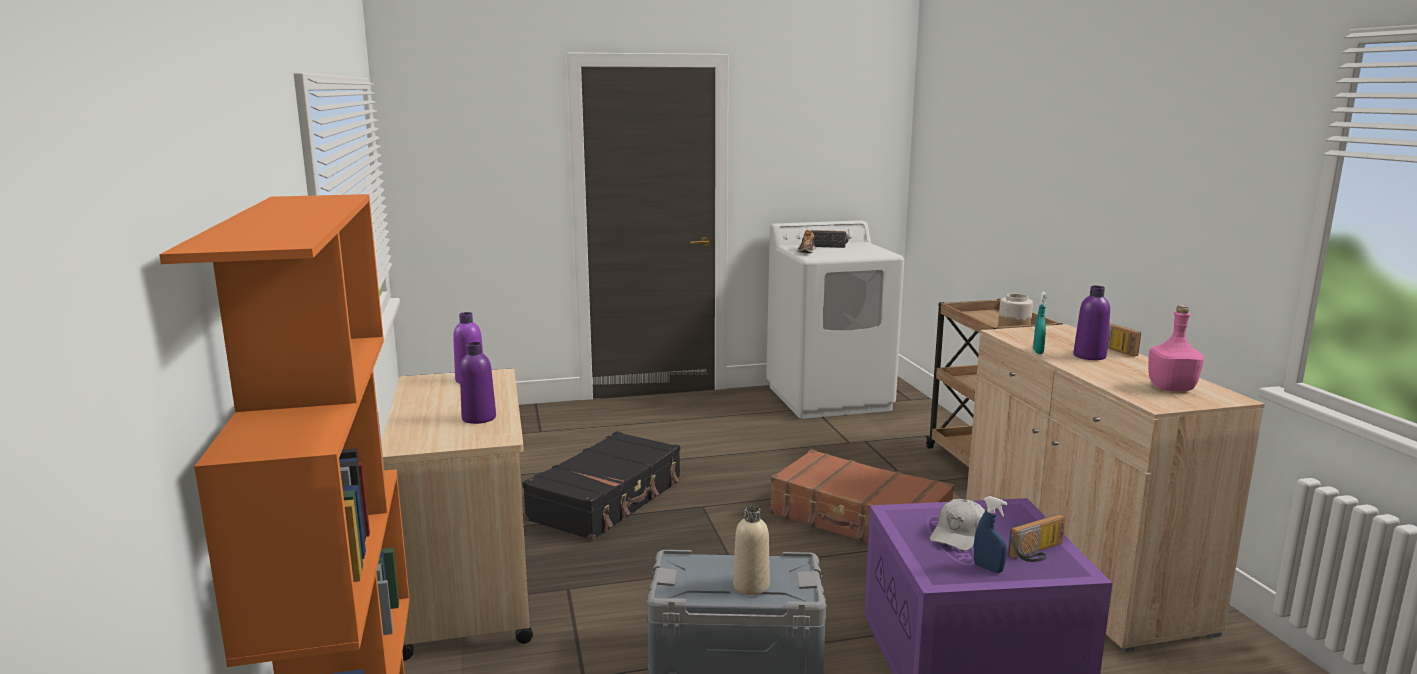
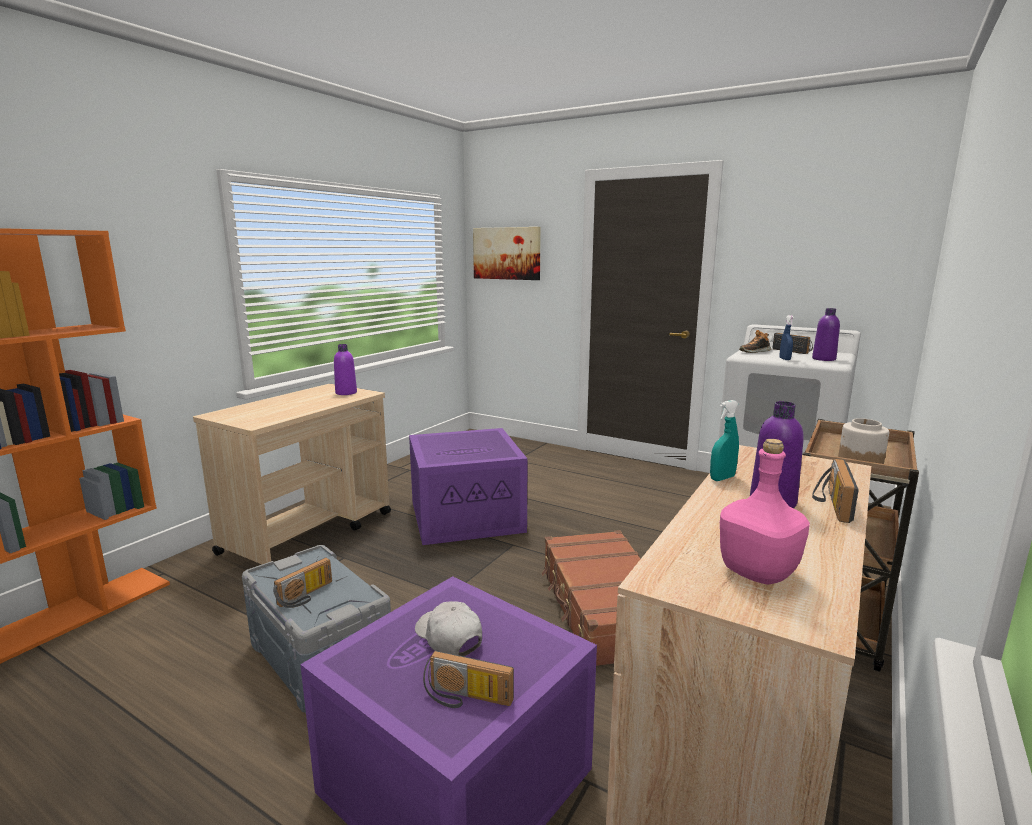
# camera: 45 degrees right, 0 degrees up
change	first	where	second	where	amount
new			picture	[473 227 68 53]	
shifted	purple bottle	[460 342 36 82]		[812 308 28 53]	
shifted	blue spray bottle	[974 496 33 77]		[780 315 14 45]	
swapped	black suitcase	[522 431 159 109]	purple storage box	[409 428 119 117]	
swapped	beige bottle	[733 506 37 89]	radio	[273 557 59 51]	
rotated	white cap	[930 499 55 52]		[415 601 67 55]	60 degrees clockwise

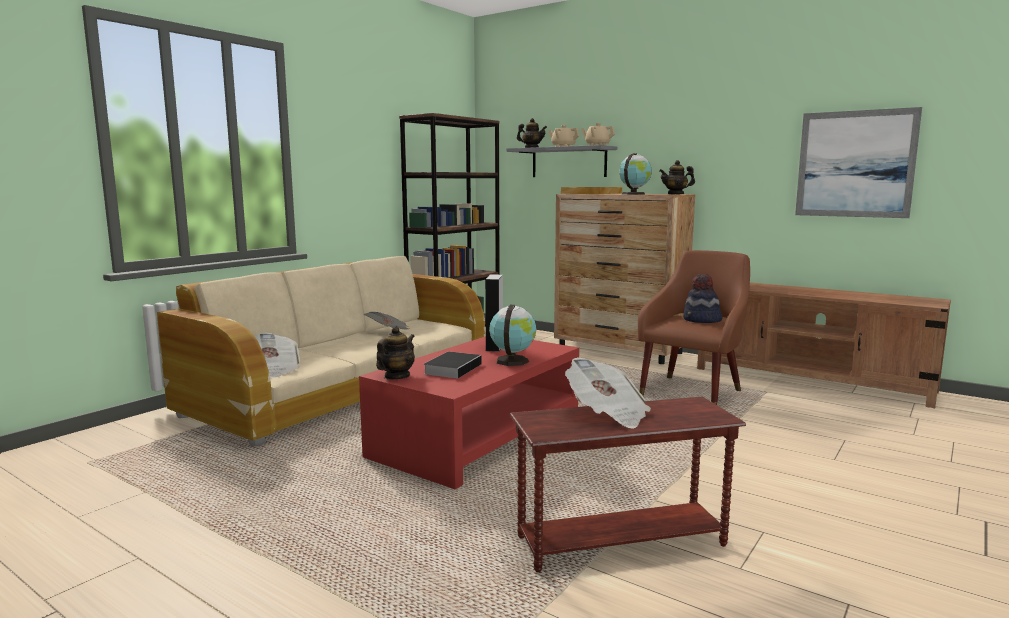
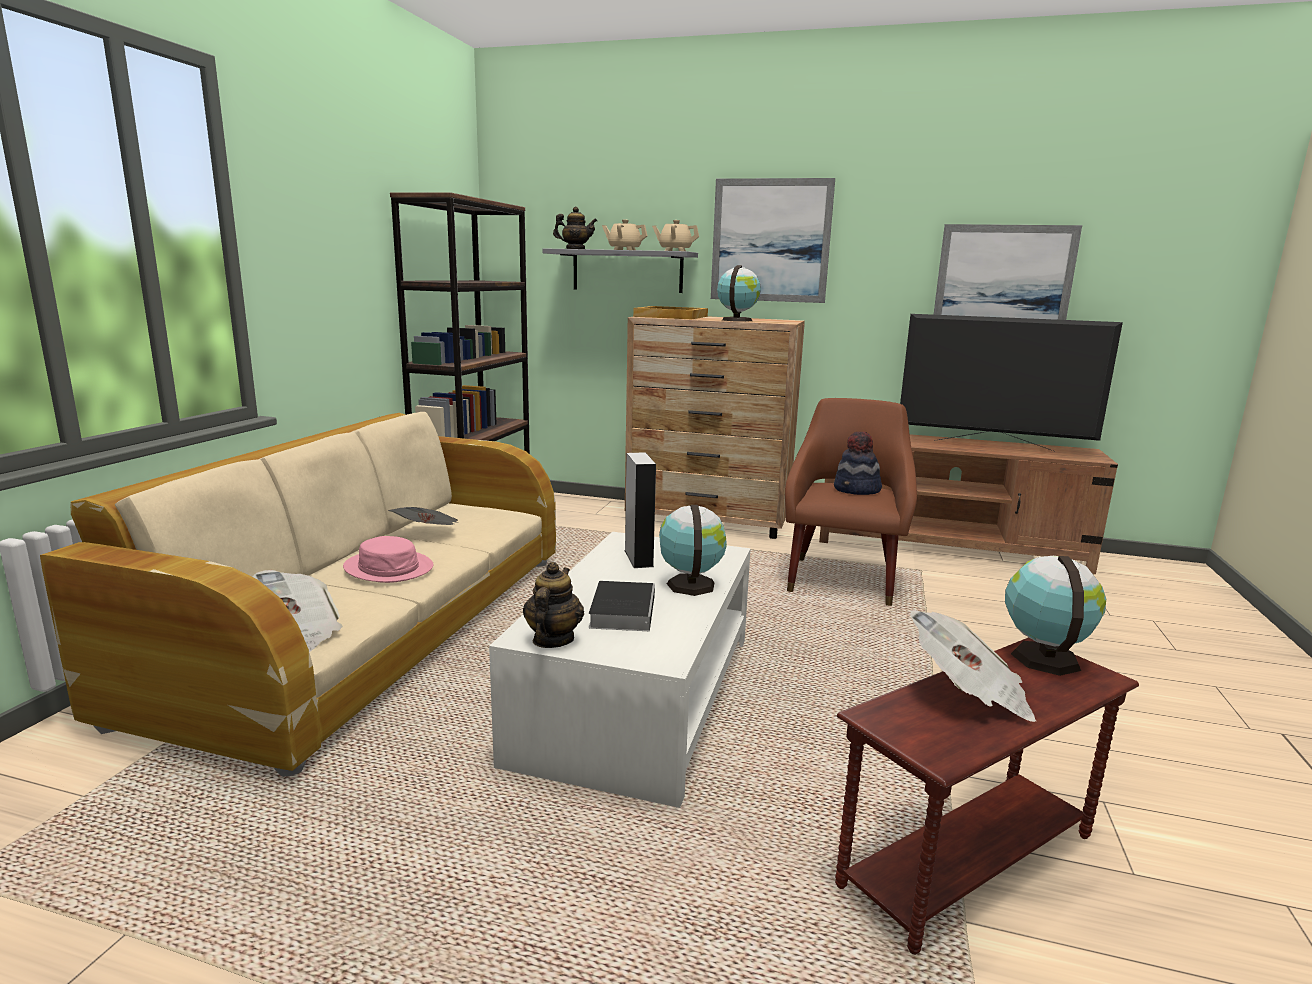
# camera: 20 degrees left, 5 degrees up
change	first	where	second	where	amount
gone	teapot	[659 160 36 34]			
new			pink hat	[343 536 91 47]	
new			picture	[711 178 124 125]	
new			television	[900 314 223 138]	
new			globe	[1005 556 101 120]	
repainted	red coffee table	[359 336 220 153]	white coffee table	[489 532 262 276]	

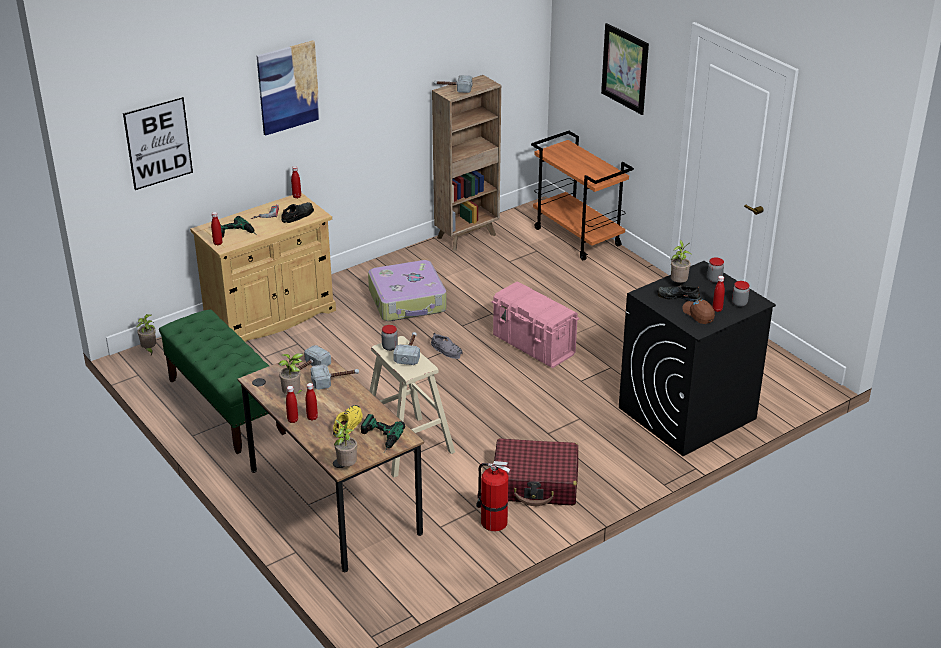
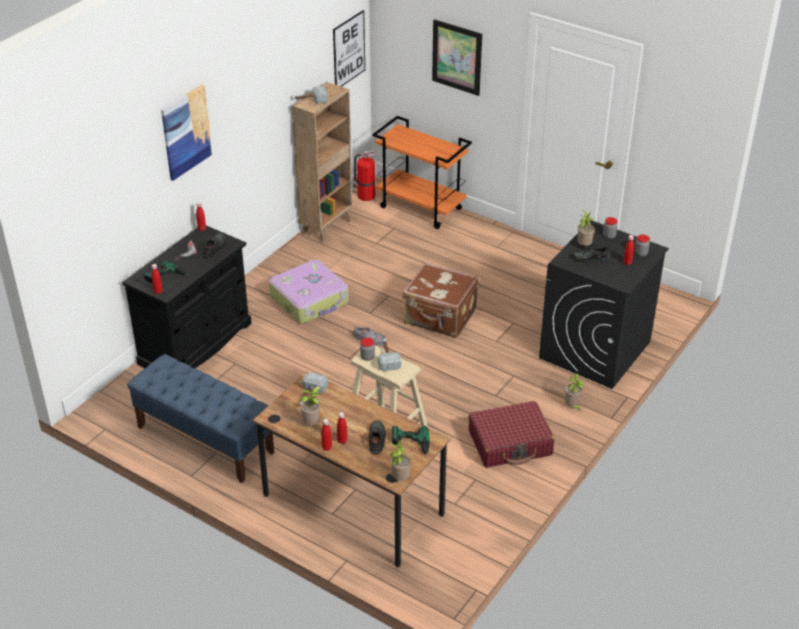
# camera: 20 degrees left, 5 degrees up
change	first	where	second	where	amount
gone	hammer	[311 364 48 26]			
gone	brown cap	[682 299 33 25]			
shifted	picture	[123 97 70 93]		[333 10 32 77]	
shifted	potted plant	[137 314 19 42]		[565 374 19 37]	
shifted	fire extinguisher	[476 461 34 70]		[353 150 23 51]	
swapped	pink storage box	[492 281 88 87]	brown suitcase	[403 262 76 76]	
repainted	green bench	[159 309 127 145]	blue bench	[127 354 147 129]	
repainted	beige cabinet	[190 193 146 149]	black cabinet	[122 225 130 143]	
repainted	yellow shoe	[333 405 30 33]	black shoe	[369 420 17 34]	

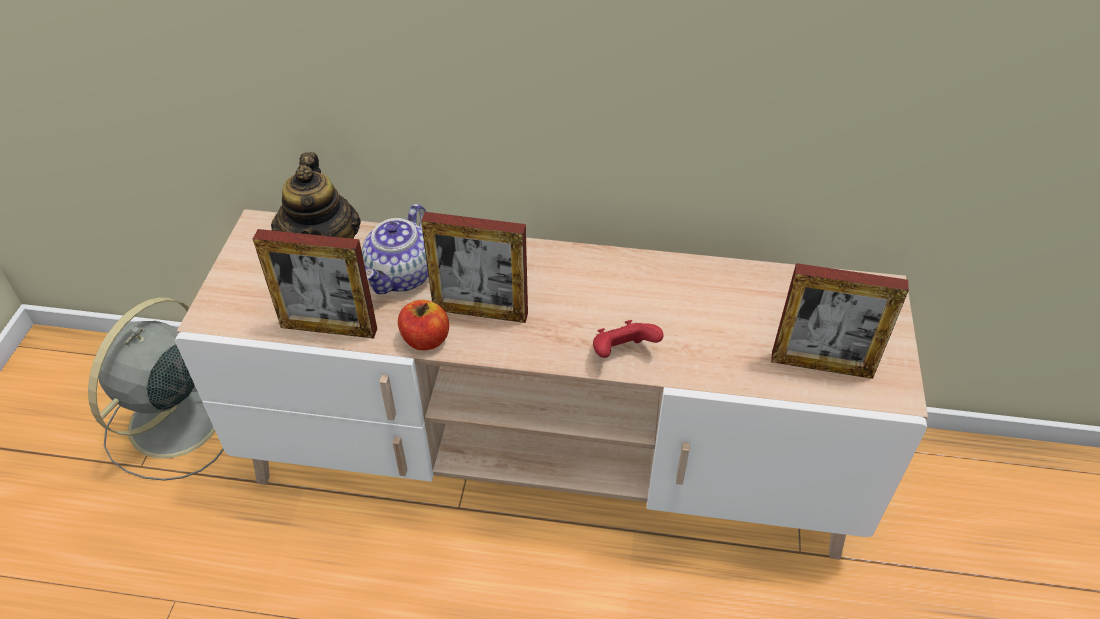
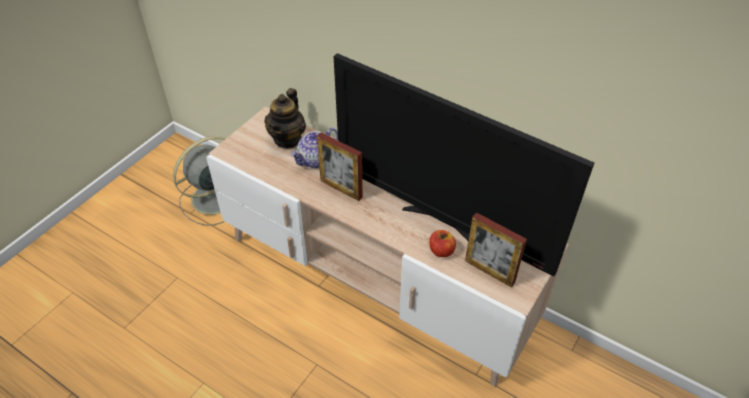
# camera: 25 degrees right, 0 degrees up
change	first	where	second	where	amount
gone	picture frame	[253 229 124 109]			
gone	red game controller	[593 320 71 38]			
new			television	[334 53 260 224]	
shifted	apple	[398 300 51 50]		[429 230 27 27]	

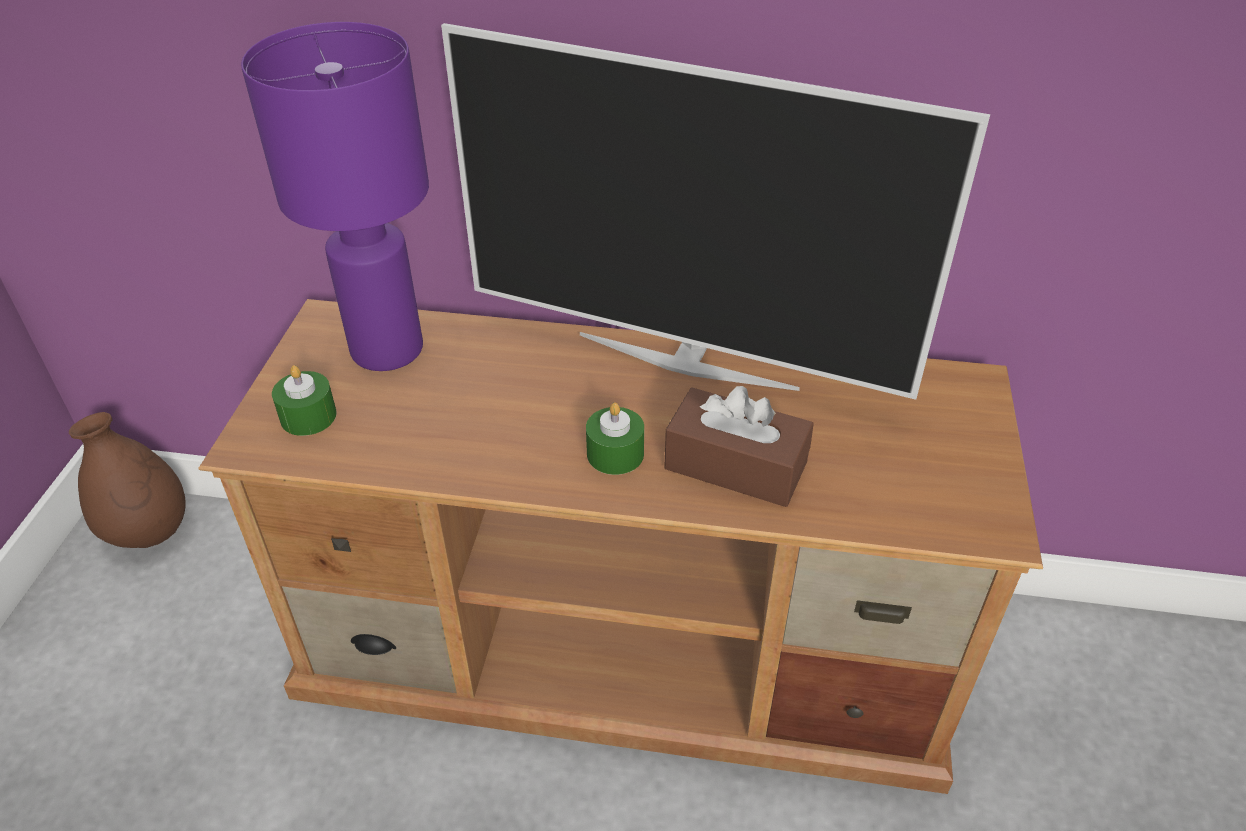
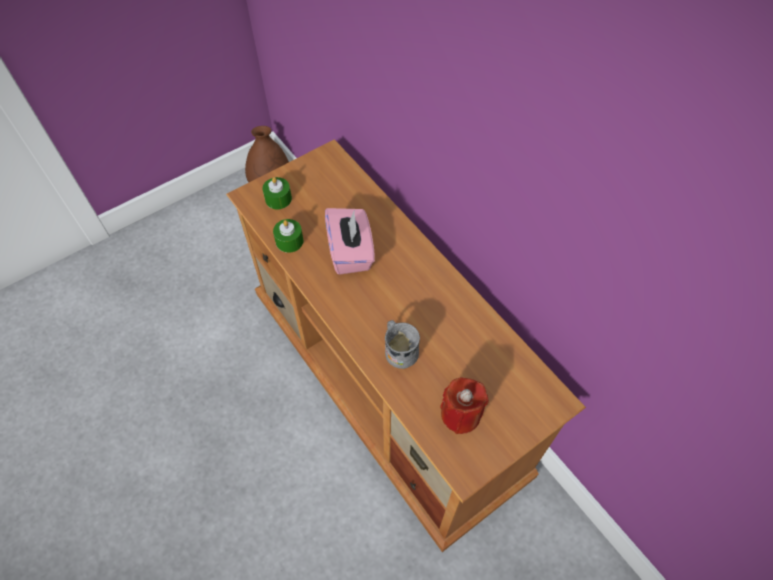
# camera: 45 degrees right, 15 degrees up
change	first	where	second	where	amount
gone	purple table lamp	[241 22 188 349]			
gone	television	[441 23 549 377]			
new			pink tissue box	[325 208 50 67]	
new			red candle	[440 377 49 57]	
shifted	green candle	[586 402 58 73]		[273 219 31 34]	
swapped	brown tissue box	[664 386 150 121]	grey mug	[385 320 35 49]	

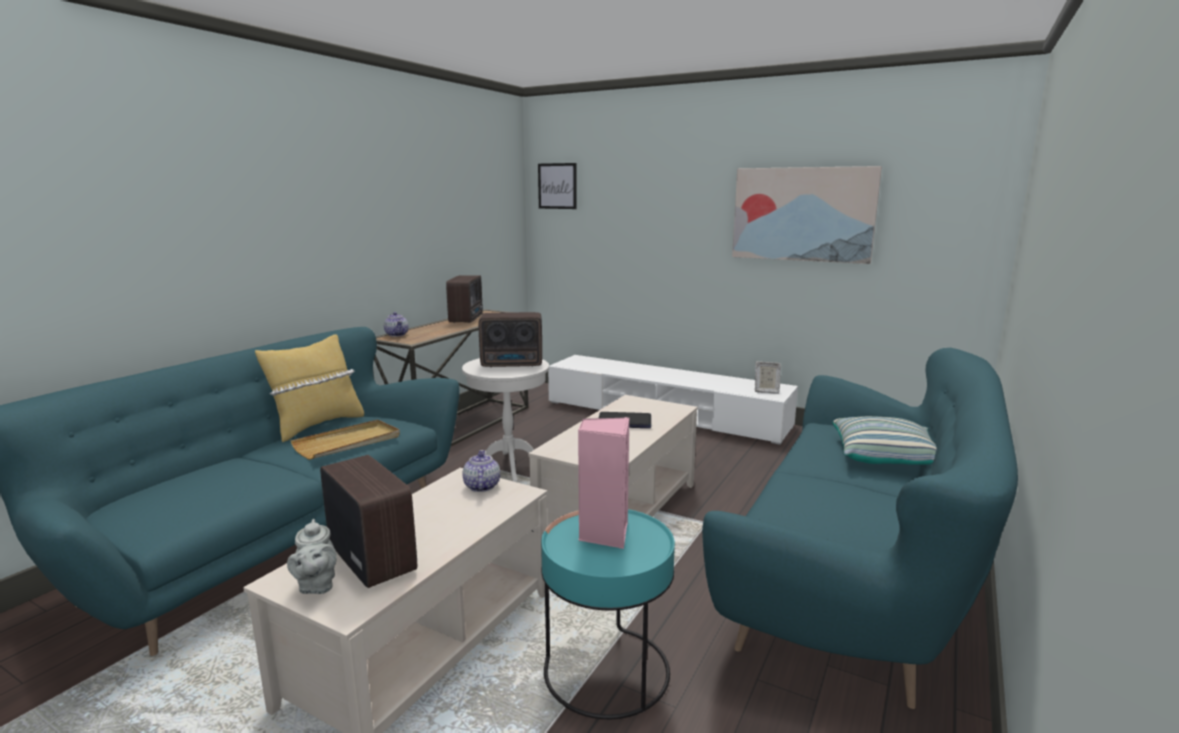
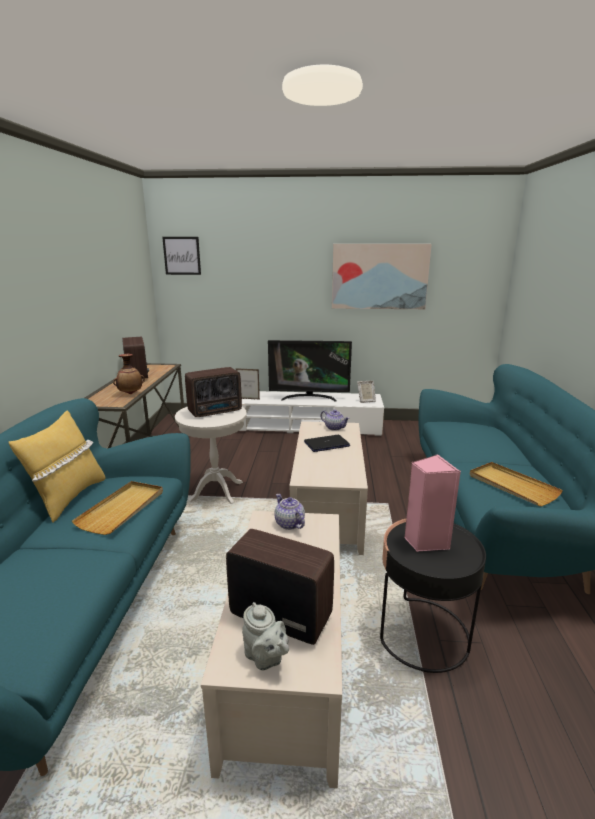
# camera: 25 degrees left, 5 degrees up
change	first	where	second	where	amount
gone	pillow	[832 416 105 49]			
new			vase	[113 354 32 40]	
new			picture frame	[236 368 24 32]	
new			television	[268 340 84 62]	
new			beige tray	[470 462 93 44]	
shifted	teapot	[384 312 25 25]		[320 410 30 21]	
repainted	turquoise side table	[541 509 134 210]	black side table	[380 519 106 154]	

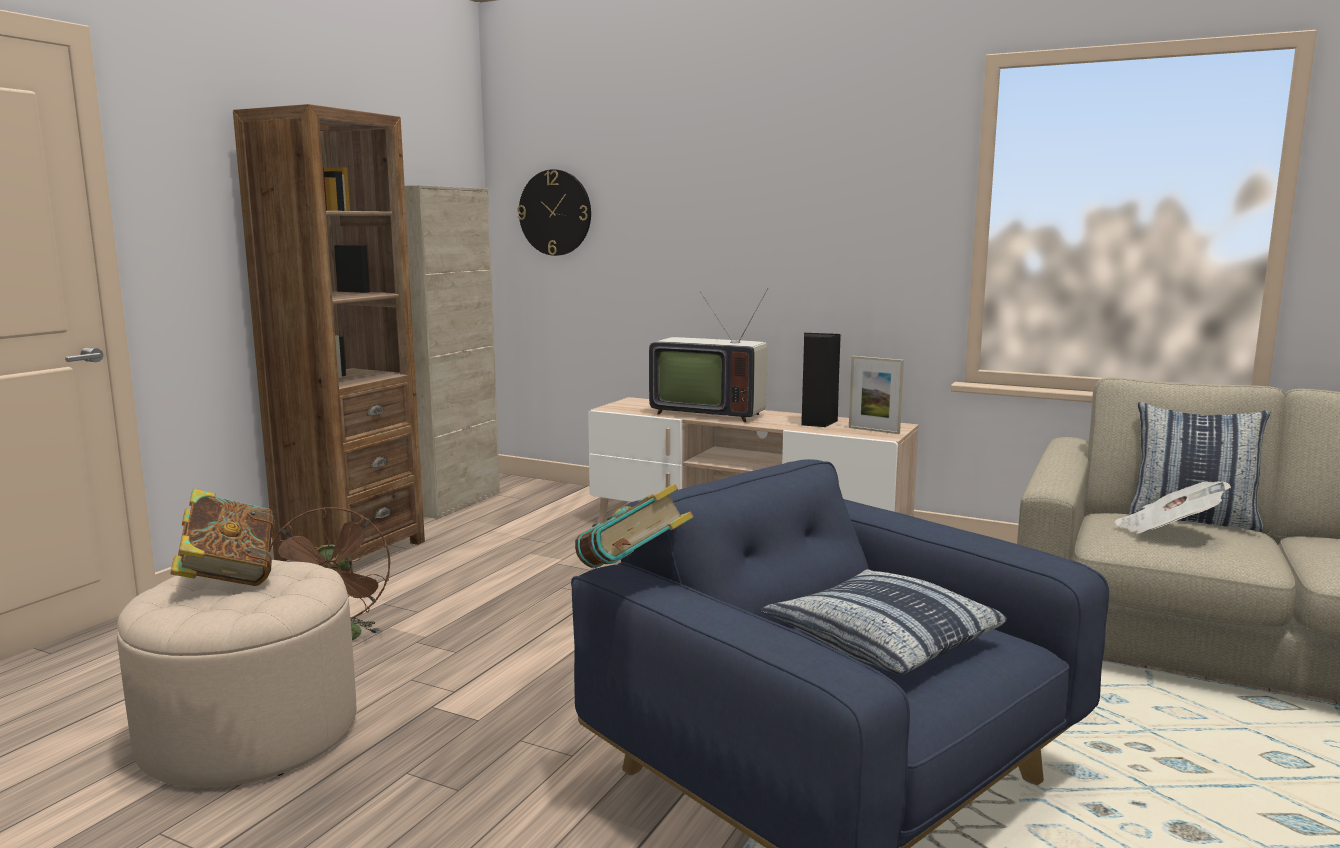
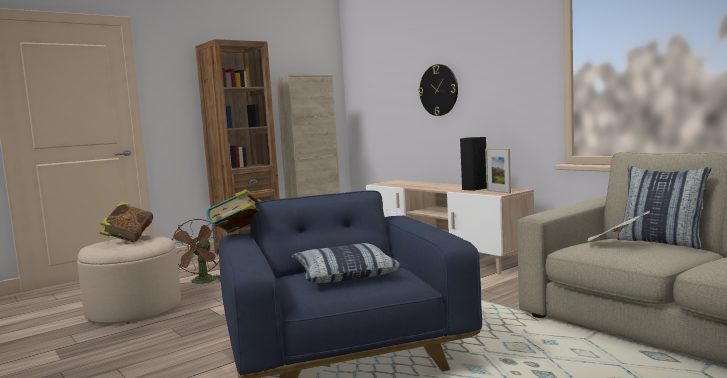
# camera: 25 degrees right, 5 degrees down
change	first	where	second	where	amount
gone	television	[649 288 119 134]			
shifted	wall clock	[517 169 74 87]		[419 64 39 52]	

